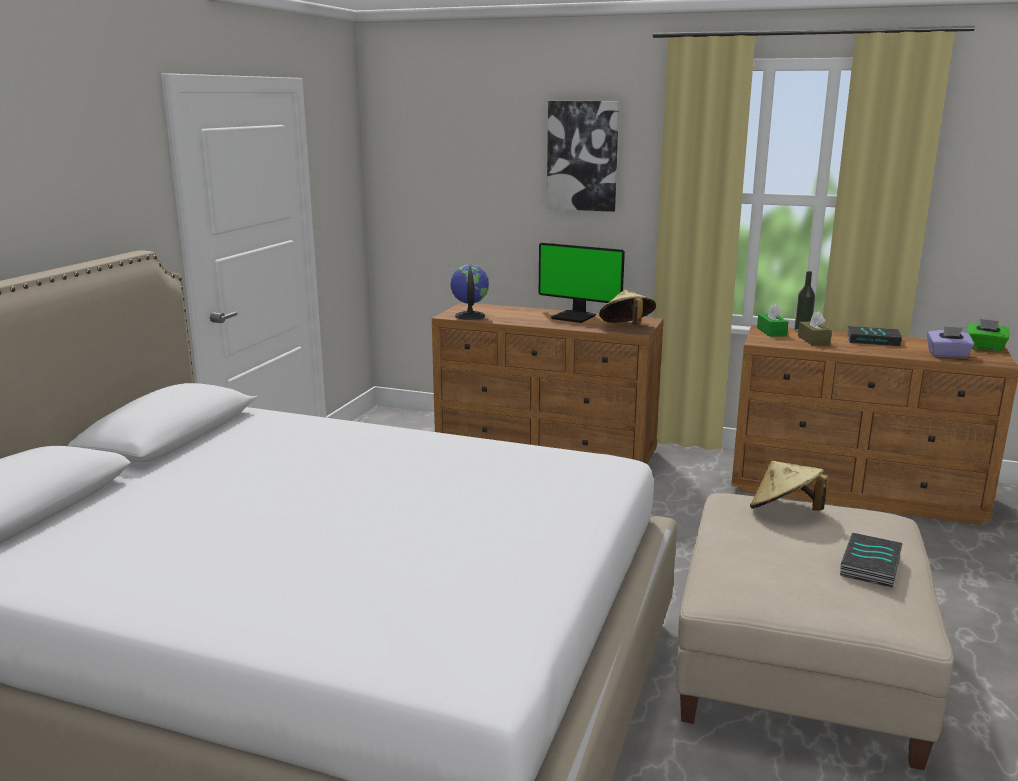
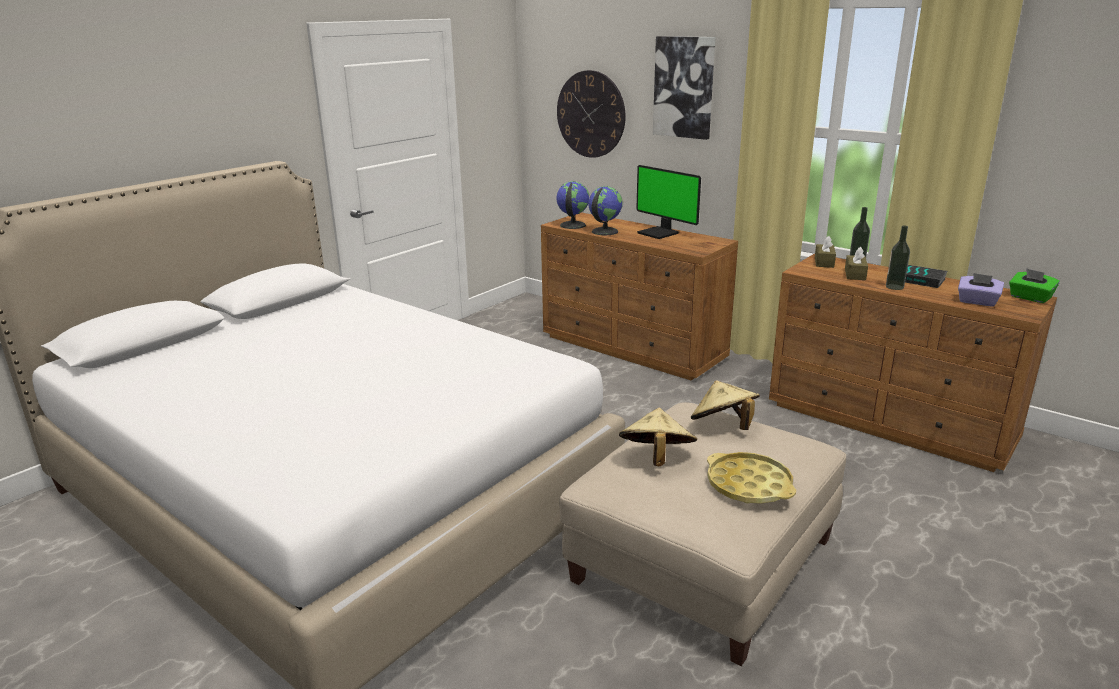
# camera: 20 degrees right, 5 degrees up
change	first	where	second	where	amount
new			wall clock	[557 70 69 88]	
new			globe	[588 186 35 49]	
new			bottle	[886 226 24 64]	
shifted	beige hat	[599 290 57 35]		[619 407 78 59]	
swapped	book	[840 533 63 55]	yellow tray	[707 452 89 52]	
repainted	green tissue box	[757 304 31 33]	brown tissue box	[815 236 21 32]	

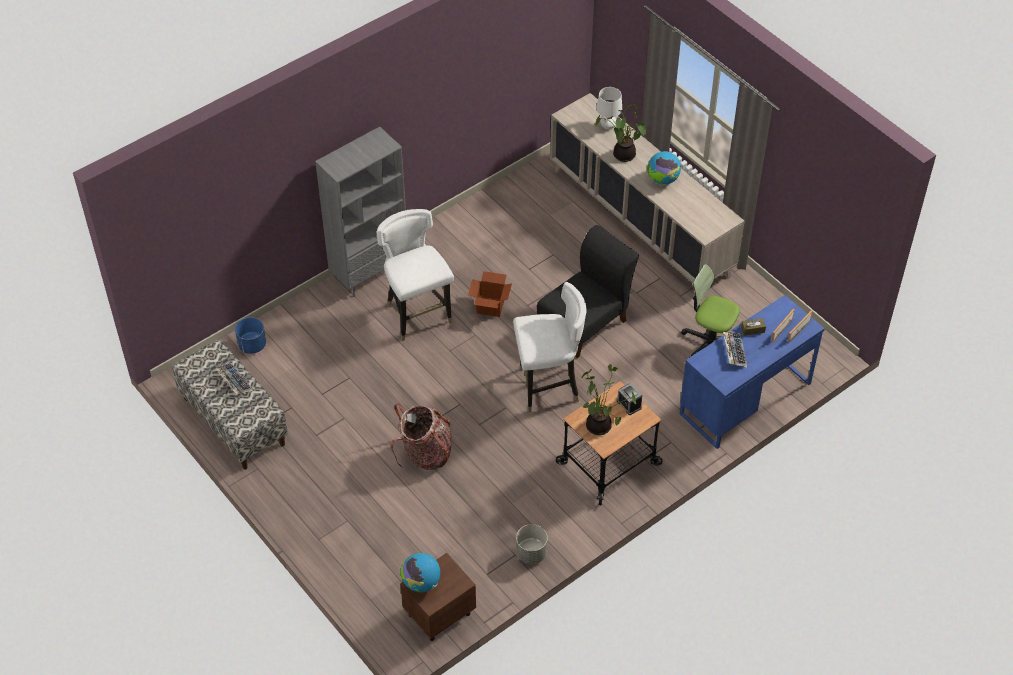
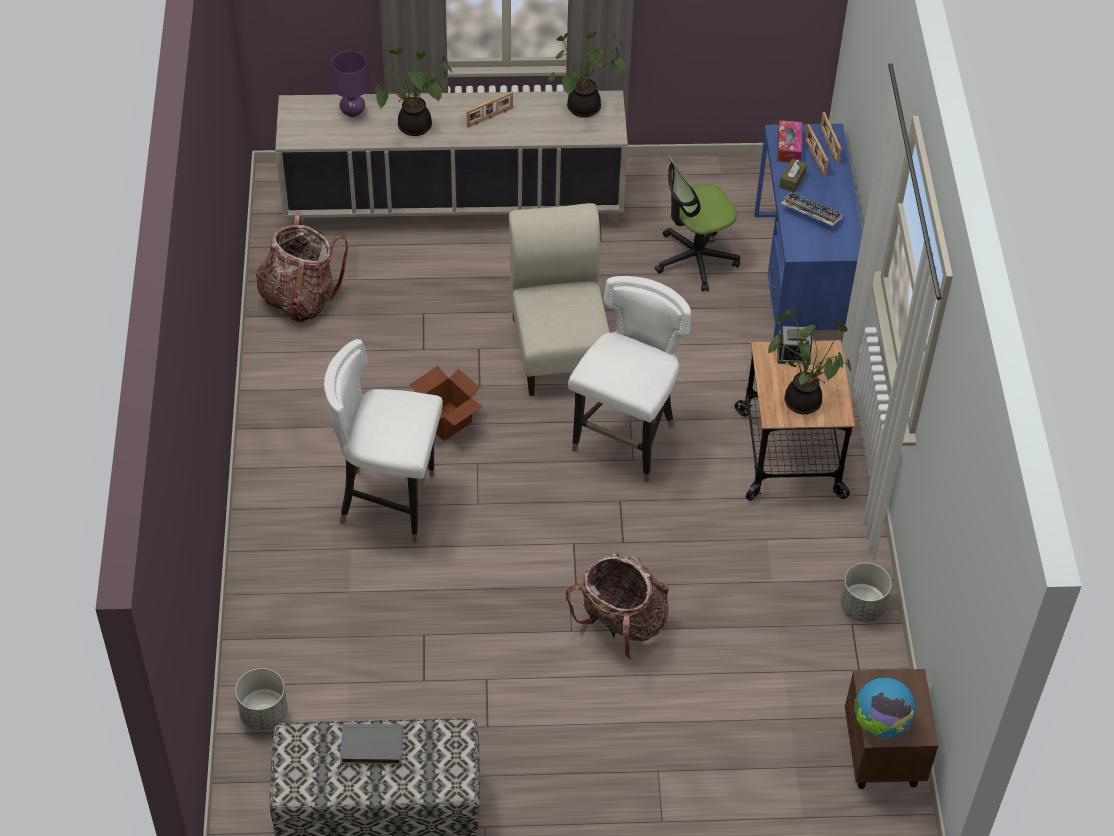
# camera: 55 degrees left, 0 degrees up
change	first	where	second	where	amount
gone	grey bookcase	[315 127 91 170]			
new			backpack	[256 213 92 110]	
new			potted plant	[548 31 78 86]	
new			tissue box	[777 120 25 42]	
swapped	keyboard	[216 363 37 32]	grey book	[340 724 63 41]	
swapped	globe	[647 151 34 34]	picture frame	[467 91 46 37]	
repainted	blue planter	[235 317 31 37]	grey planter	[235 668 53 62]	
repainted	black chair	[537 225 102 133]	beige chair	[509 203 101 193]	
repainted	white table lamp	[596 87 26 43]	purple table lamp	[331 51 40 66]	

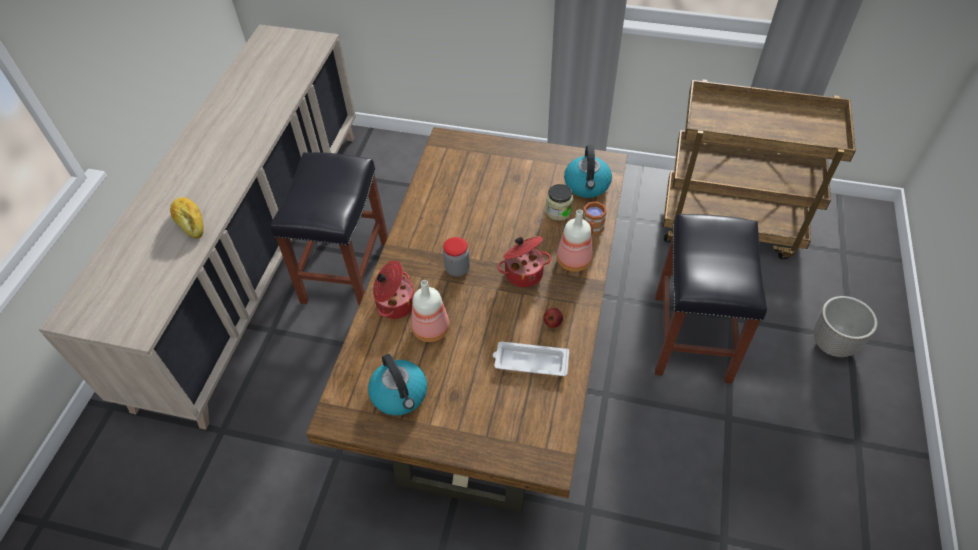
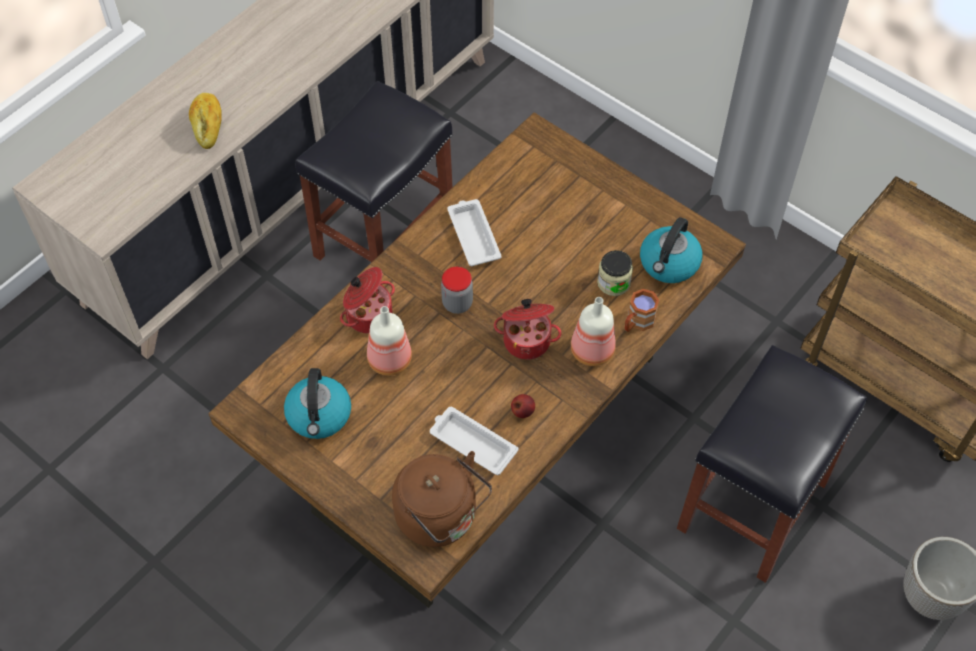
# camera: 25 degrees right, 5 degrees up
change	first	where	second	where	amount
new			brown kettle	[392 451 100 96]	
new			white tray	[447 199 55 67]	

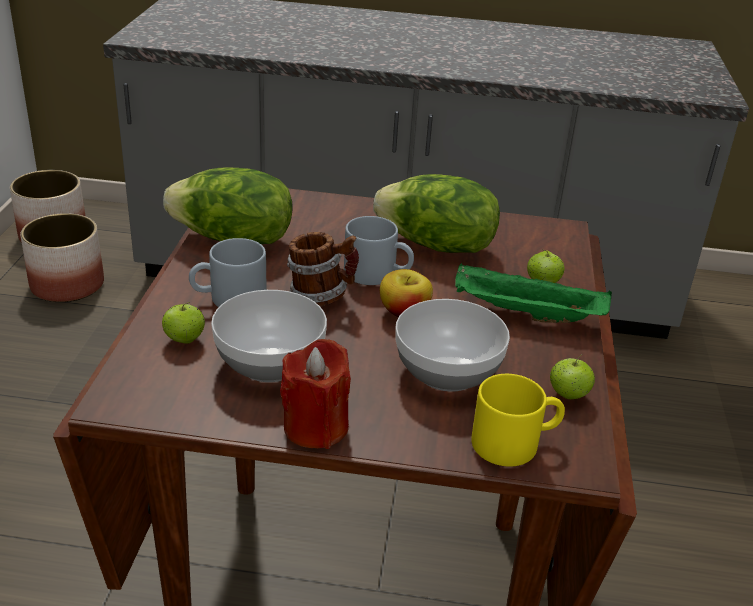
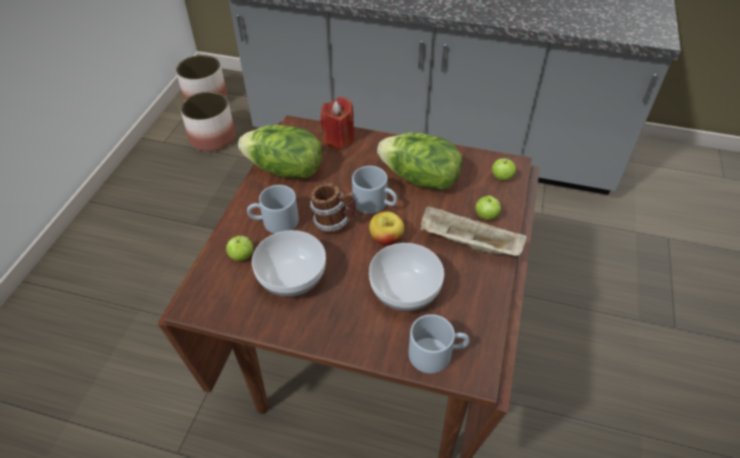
# camera: 10 degrees right, 15 degrees up
change	first	where	second	where	amount
shifted	red candle	[280 339 71 110]		[320 97 35 52]	
shifted	apple	[550 354 45 45]		[492 158 24 22]	
repainted	green tray	[455 263 157 60]	beige tray	[421 206 106 50]	
repainted	yellow mug	[471 374 94 92]	grey mug	[408 314 61 60]	

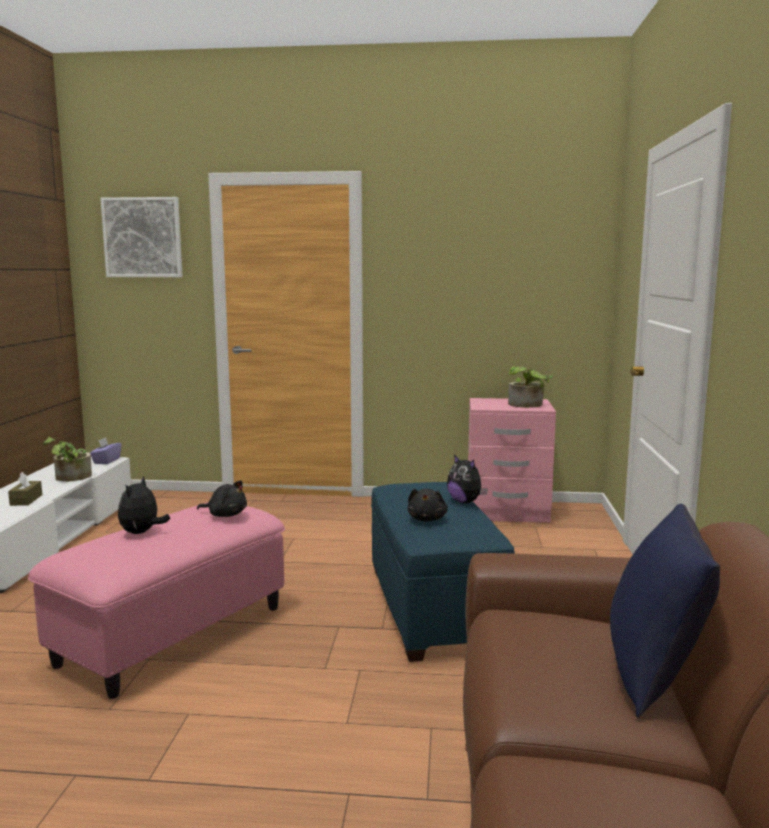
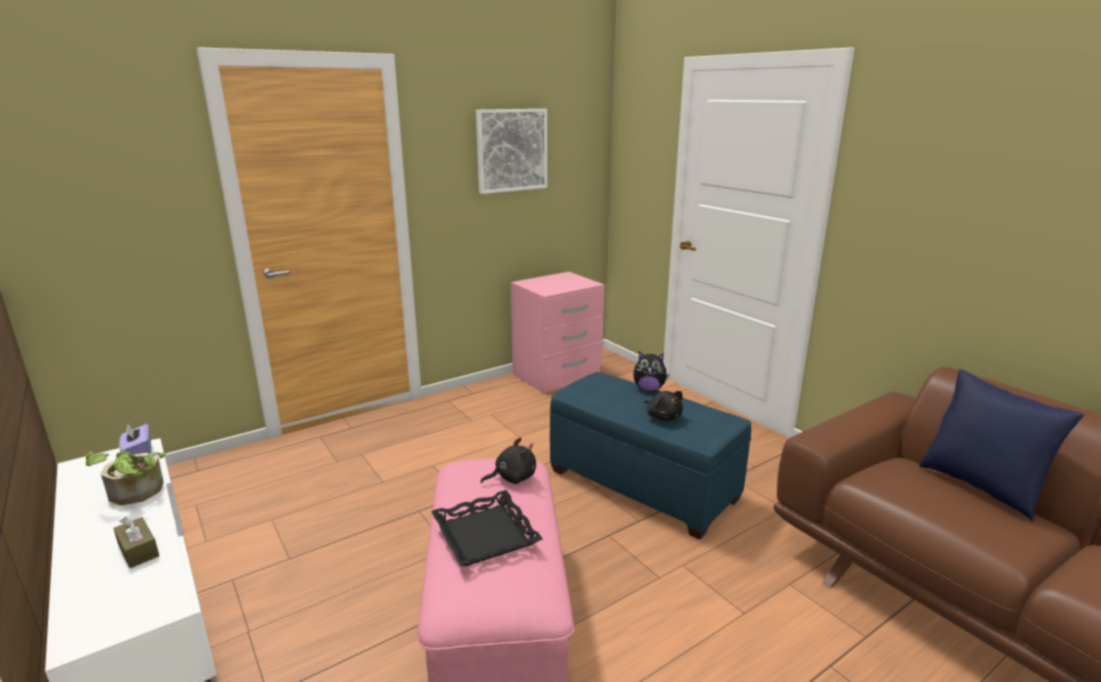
# camera: 40 degrees left, 10 degrees up
change	first	where	second	where	amount
gone	potted plant	[508 366 45 42]			
shifted	picture	[100 197 83 80]		[476 109 71 85]	
swapped	plush toy	[118 476 53 58]	black tray	[431 490 112 76]	

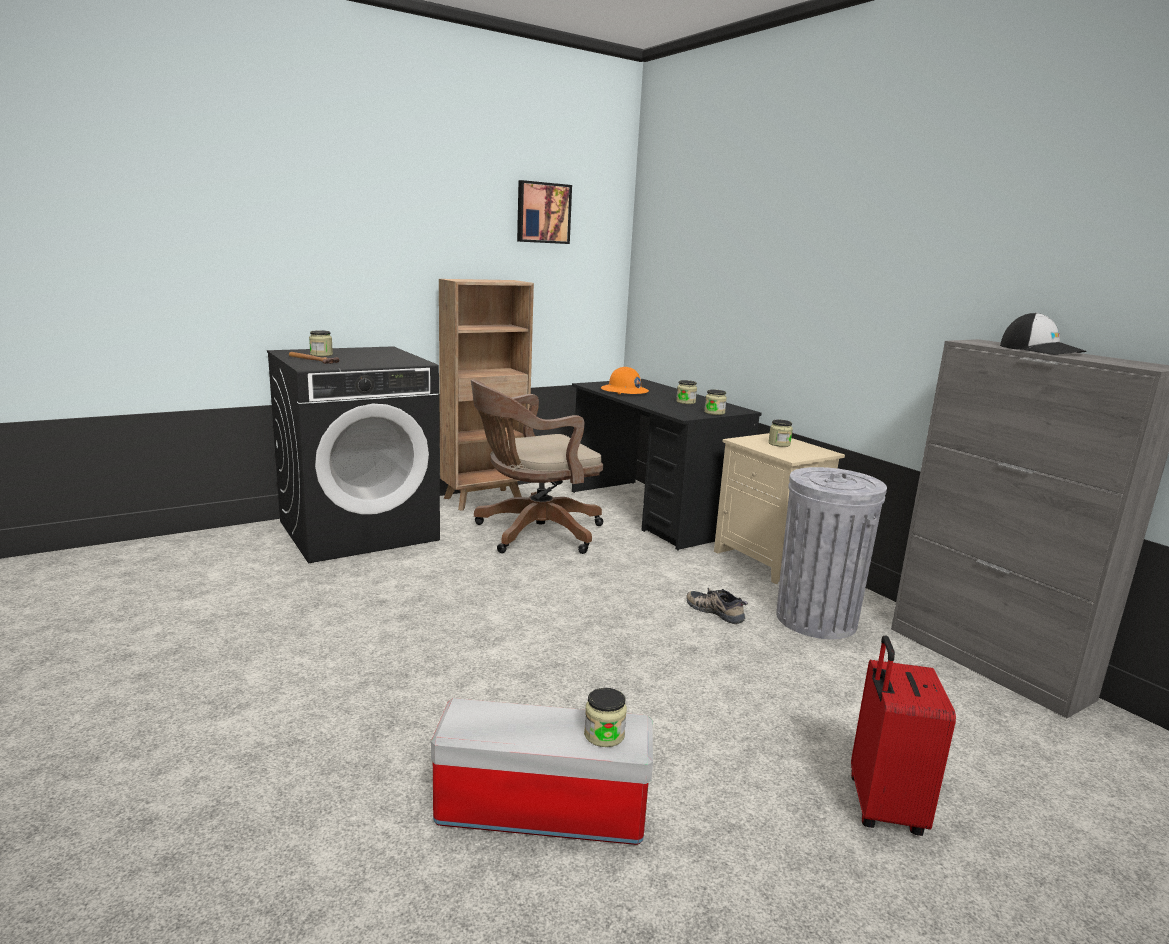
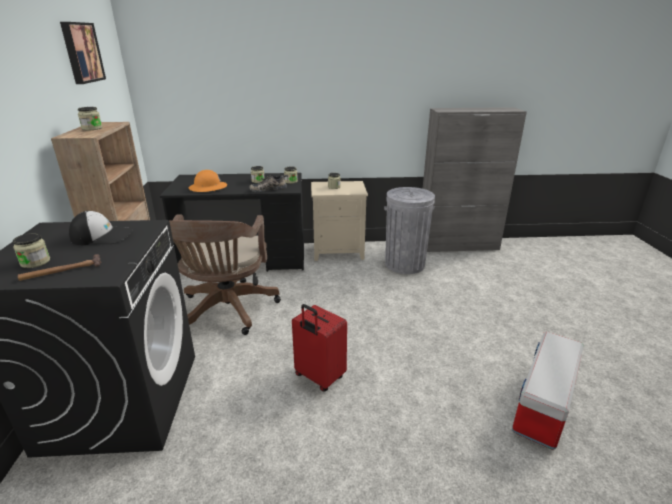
# camera: 60 degrees left, 10 degrees up
change	first	where	second	where	amount
shifted	jar	[584 688 43 59]		[78 107 24 23]	
shifted	shoe	[686 588 62 36]		[249 175 39 17]	
shifted	red suitcase	[851 636 105 200]		[292 304 55 87]	
shifted	cap	[1000 312 87 43]		[69 211 64 34]	

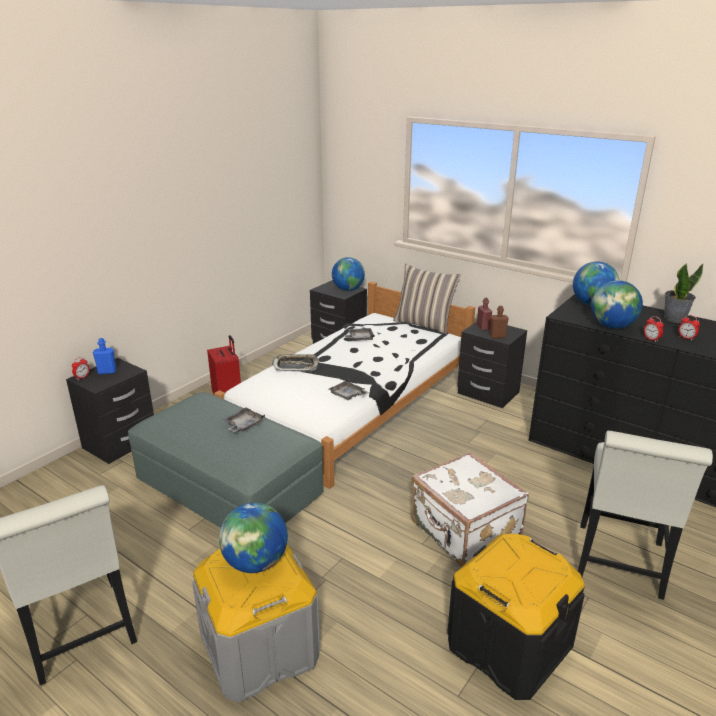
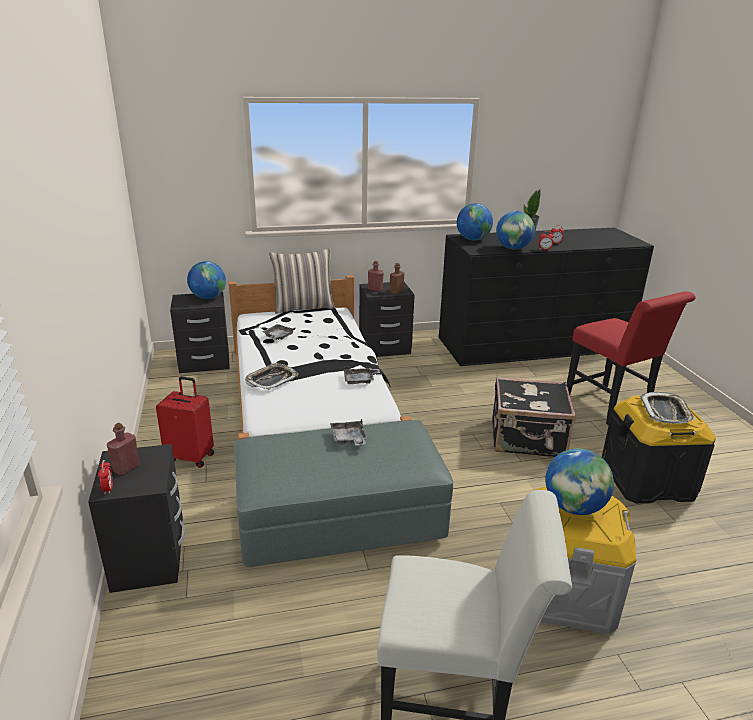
# camera: 50 degrees left, 0 degrees up
change	first	where	second	where	amount
new			tray	[641 392 54 32]	
repainted	blue bottle	[93 338 24 36]	red bottle	[107 423 33 52]	
repainted	white suitcase	[411 452 118 115]	black suitcase	[492 377 84 80]	
repainted	white chair	[578 431 135 169]	red chair	[567 291 128 134]	

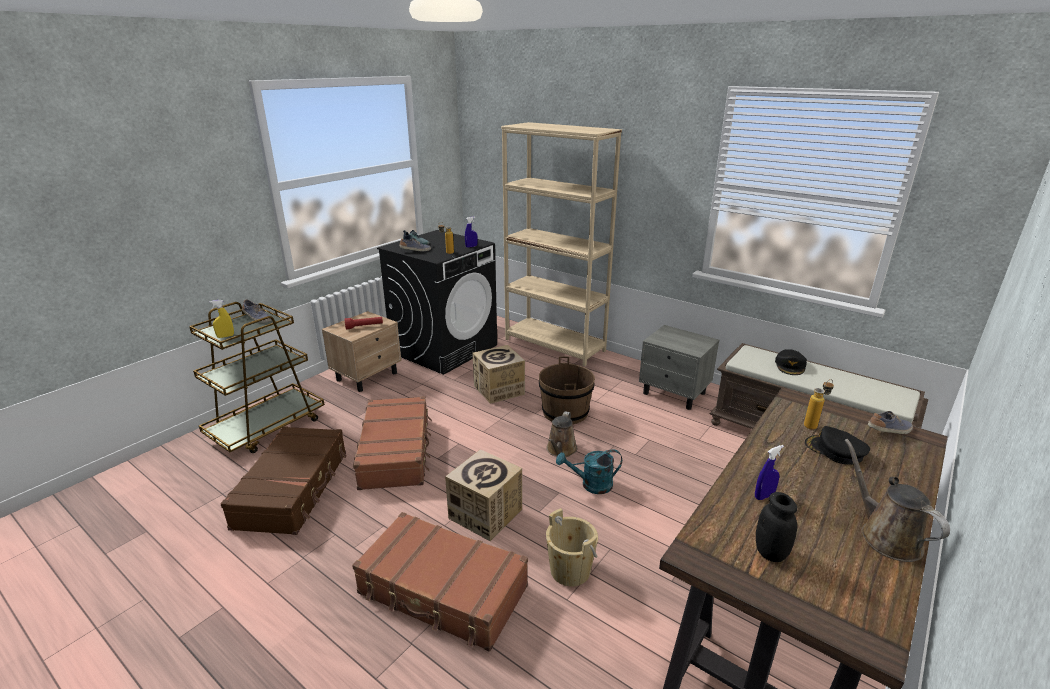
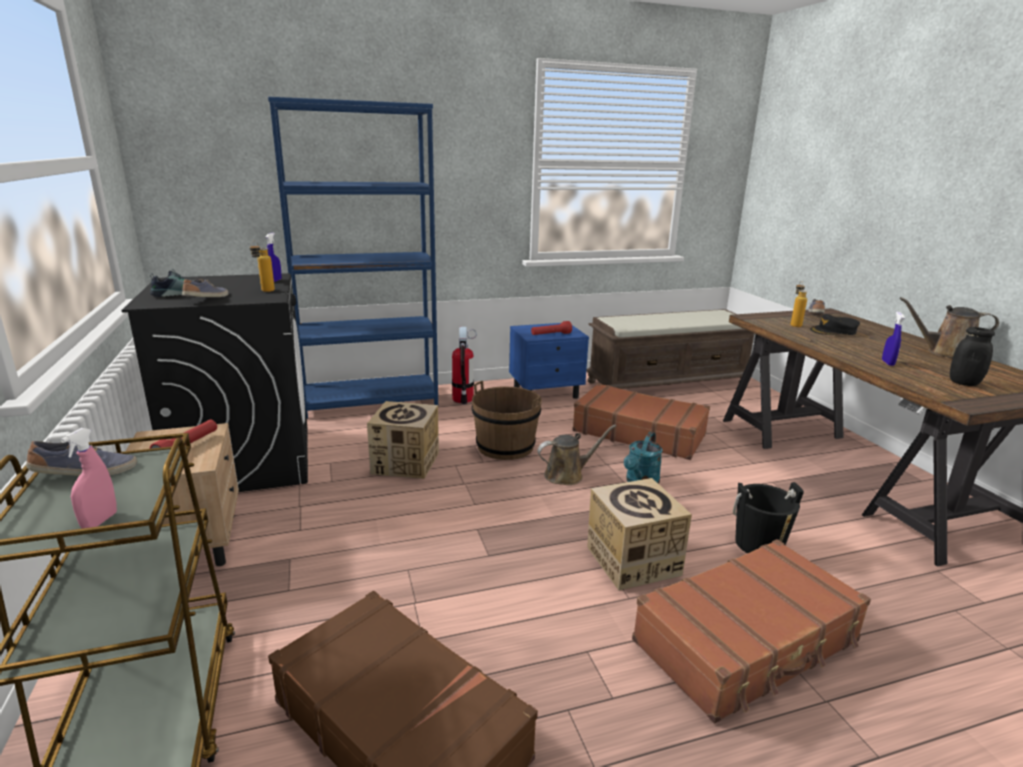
# camera: 55 degrees left, 5 degrees down
change	first	where	second	where	amount
gone	black cap	[775 349 32 26]			
new			fire extinguisher	[452 327 25 77]	
new			red flashlight	[531 321 41 14]	
shifted	brown suitcase	[353 396 79 94]		[572 383 138 77]	
repainted	yellow spray bottle	[209 300 25 38]	pink spray bottle	[61 428 56 101]	
repainted	beige bookcase	[501 122 121 244]	blue bookcase	[268 97 170 322]	
repainted	beige bucket	[546 508 52 79]	black bucket	[733 482 71 71]	
repainted	grey nightstand	[639 325 80 85]	blue nightstand	[509 323 80 76]	
rotated	brown watering can	[546 411 31 46]		[537 425 79 60]	75 degrees counterclockwise

